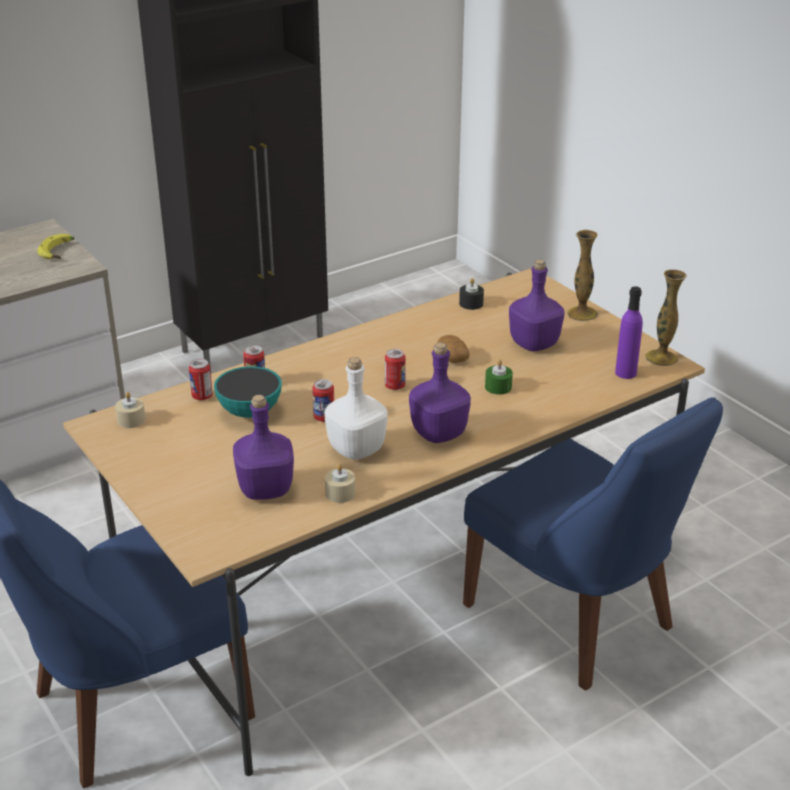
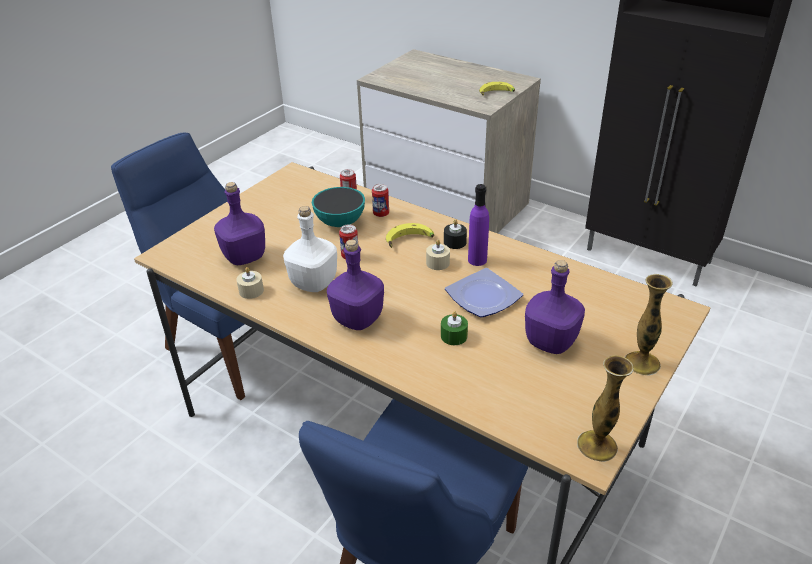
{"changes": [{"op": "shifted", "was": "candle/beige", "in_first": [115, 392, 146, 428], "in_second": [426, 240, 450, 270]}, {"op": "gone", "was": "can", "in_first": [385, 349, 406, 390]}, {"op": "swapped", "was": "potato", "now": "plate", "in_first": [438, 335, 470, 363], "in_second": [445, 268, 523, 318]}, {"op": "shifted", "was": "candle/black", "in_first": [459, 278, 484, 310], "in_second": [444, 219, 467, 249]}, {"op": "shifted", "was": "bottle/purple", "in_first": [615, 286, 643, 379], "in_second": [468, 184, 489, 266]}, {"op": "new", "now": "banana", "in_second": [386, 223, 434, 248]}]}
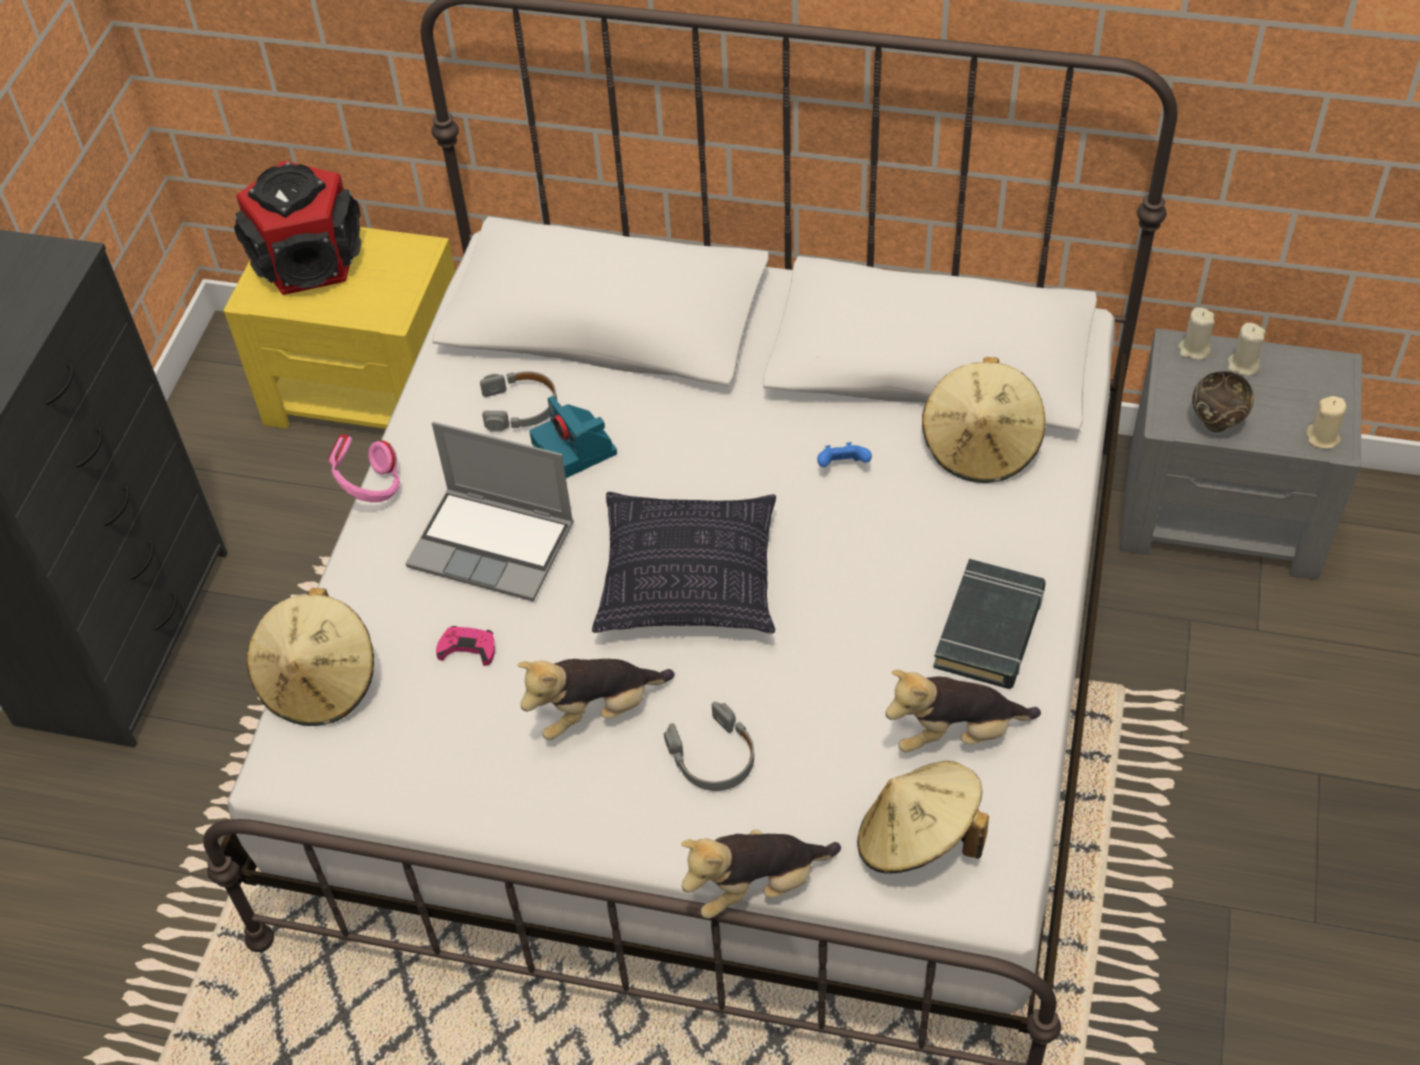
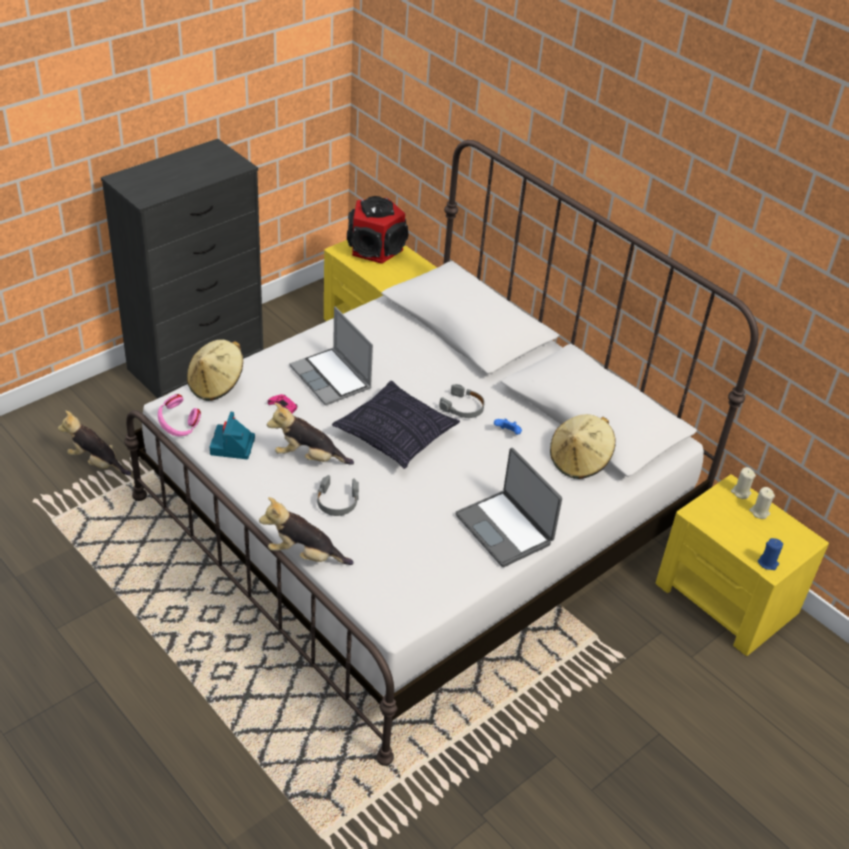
{"changes": [{"op": "shifted", "was": "headphones/pink", "in_first": [328, 434, 400, 502], "in_second": [158, 394, 201, 436]}, {"op": "shifted", "was": "headphones/grey", "in_first": [480, 371, 557, 432], "in_second": [439, 384, 485, 418]}, {"op": "shifted", "was": "photo camera", "in_first": [529, 396, 617, 478], "in_second": [210, 412, 255, 459]}, {"op": "gone", "was": "hat/beige", "in_first": [857, 761, 989, 874]}, {"op": "shifted", "was": "plush toy", "in_first": [885, 670, 1041, 752], "in_second": [58, 410, 131, 476]}, {"op": "swapped", "was": "book/black", "now": "laptop", "in_first": [933, 559, 1046, 689], "in_second": [455, 448, 562, 567]}, {"op": "repainted", "was": "nightstand/grey", "now": "nightstand/yellow", "in_first": [1119, 328, 1362, 580], "in_second": [655, 474, 829, 656]}, {"op": "gone", "was": "bowl/brown", "in_first": [1192, 371, 1254, 432]}, {"op": "repainted", "was": "candle/beige", "now": "candle/blue", "in_first": [1306, 396, 1346, 449], "in_second": [758, 538, 783, 570]}]}
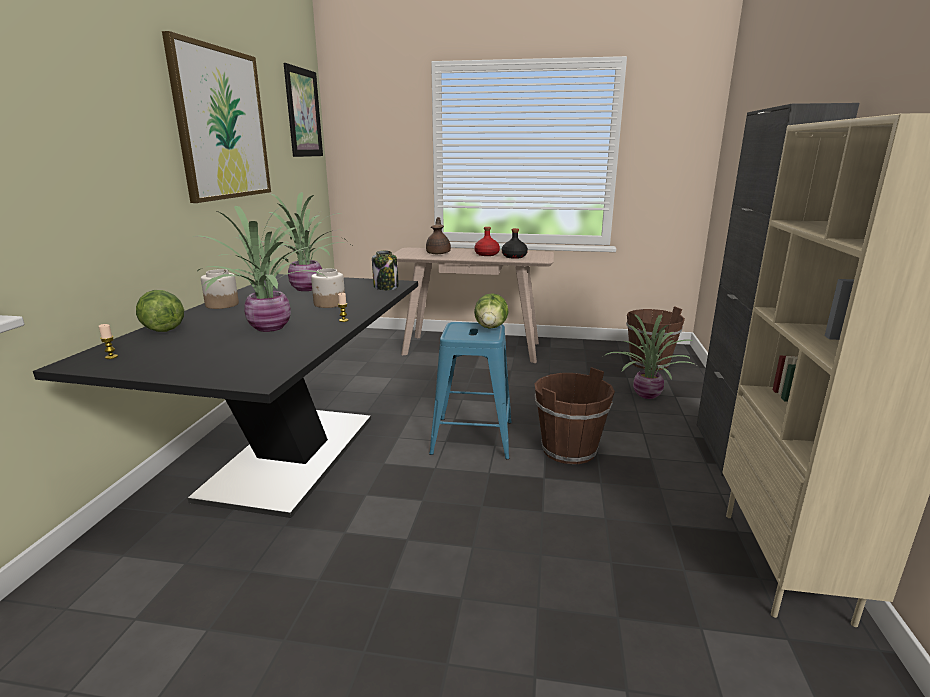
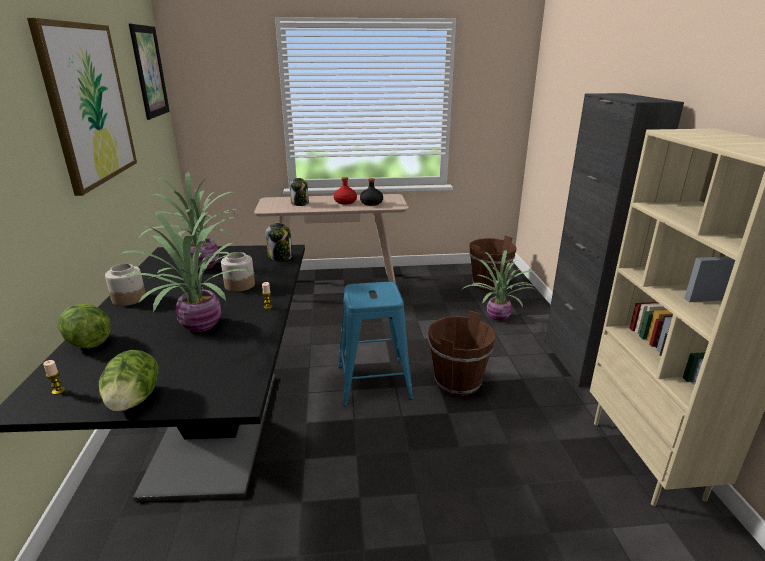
{"changes": [{"op": "swapped", "was": "teapot/brown", "now": "jar", "in_first": [426, 217, 451, 254], "in_second": [290, 178, 309, 206]}, {"op": "shifted", "was": "lettuce", "in_first": [474, 293, 509, 329], "in_second": [99, 350, 159, 412]}]}
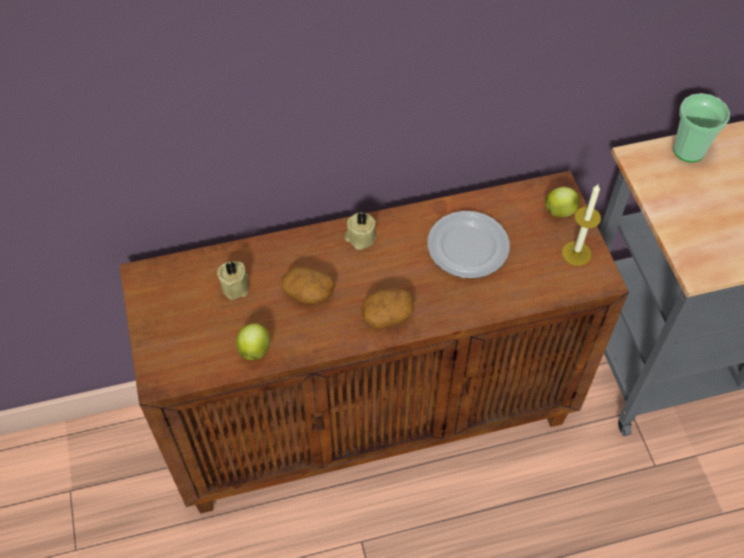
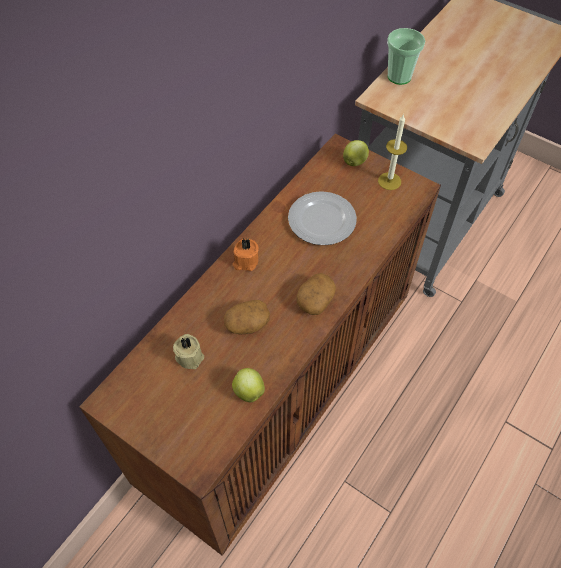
{"changes": [{"op": "repainted", "was": "candle/beige", "now": "candle/orange", "in_first": [345, 212, 377, 250], "in_second": [233, 239, 259, 271]}]}
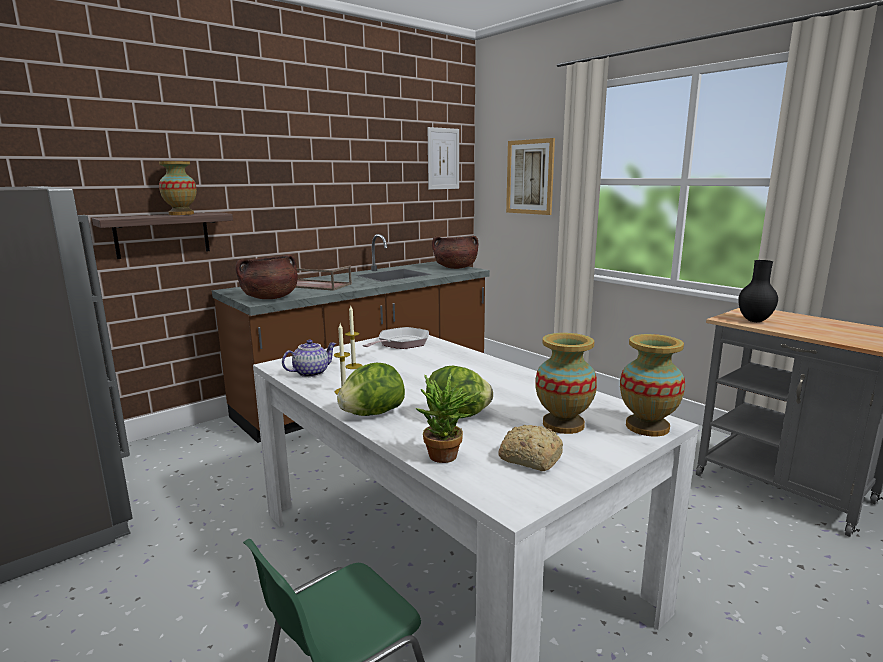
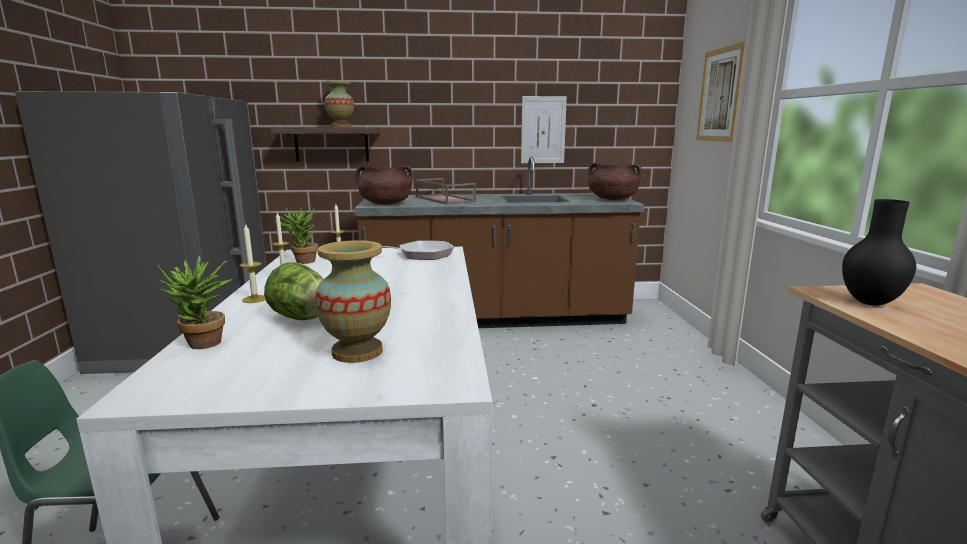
{"changes": [{"op": "swapped", "was": "teapot", "now": "potted plant", "in_first": [282, 340, 337, 377], "in_second": [275, 207, 318, 264]}, {"op": "swapped", "was": "lettuce", "now": "candle", "in_first": [337, 363, 405, 416], "in_second": [240, 223, 266, 303]}, {"op": "shifted", "was": "picture", "in_first": [428, 127, 459, 190], "in_second": [521, 96, 567, 163]}, {"op": "gone", "was": "bread", "in_first": [498, 425, 563, 471]}, {"op": "gone", "was": "vase", "in_first": [620, 334, 685, 437]}]}
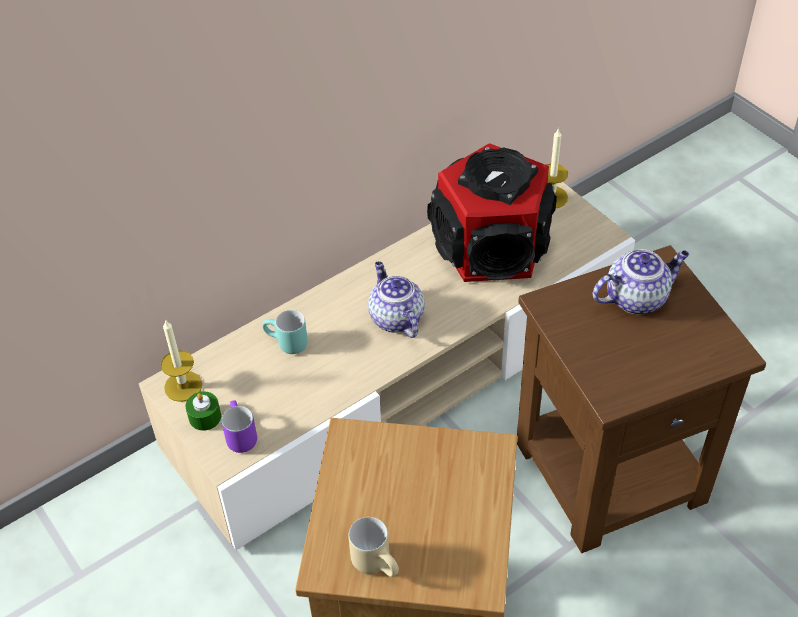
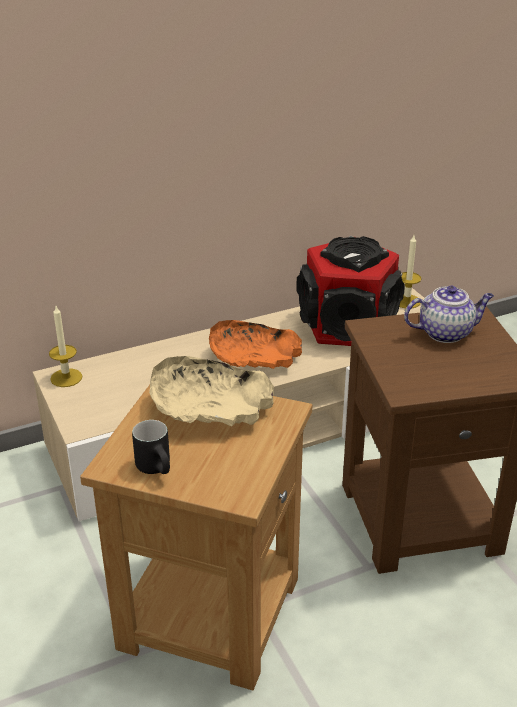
{"changes": [{"op": "gone", "was": "candle/green", "in_first": [185, 392, 221, 431]}, {"op": "gone", "was": "mug/purple", "in_first": [222, 400, 257, 453]}, {"op": "gone", "was": "mug/turquoise", "in_first": [262, 310, 308, 354]}, {"op": "repainted", "was": "mug/beige", "now": "mug/black", "in_first": [348, 517, 399, 577], "in_second": [132, 420, 170, 474]}, {"op": "swapped", "was": "teapot", "now": "bowl/orange", "in_first": [368, 261, 425, 338], "in_second": [209, 320, 302, 369]}, {"op": "new", "now": "bowl/beige", "in_second": [149, 356, 274, 426]}]}
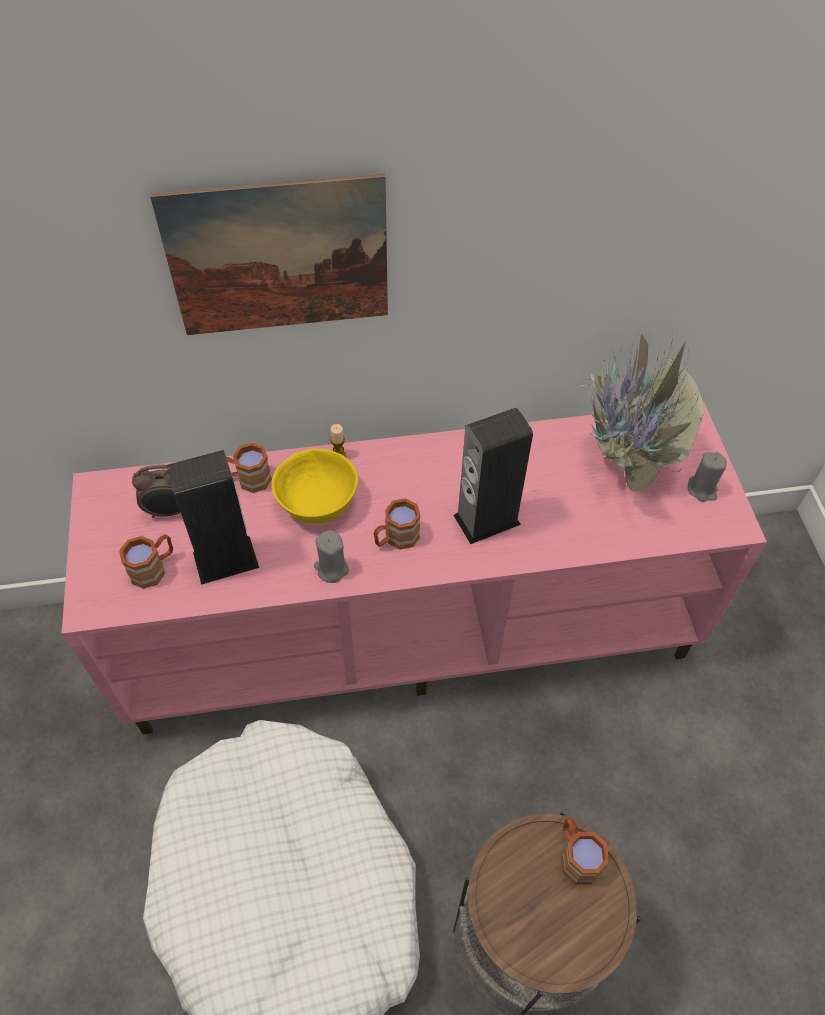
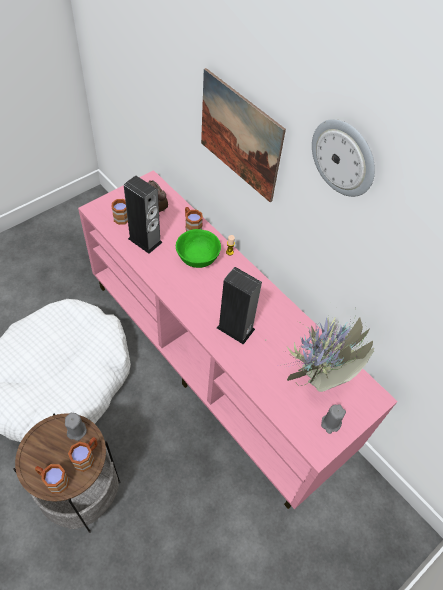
{"changes": [{"op": "repainted", "was": "bowl/yellow", "now": "bowl/green", "in_first": [272, 449, 358, 524], "in_second": [176, 229, 221, 268]}, {"op": "shifted", "was": "candle/grey", "in_first": [314, 530, 349, 583], "in_second": [65, 413, 87, 441]}, {"op": "shifted", "was": "mug/brown", "in_first": [374, 498, 421, 549], "in_second": [35, 464, 69, 494]}, {"op": "new", "now": "wall clock", "in_second": [312, 119, 375, 197]}]}
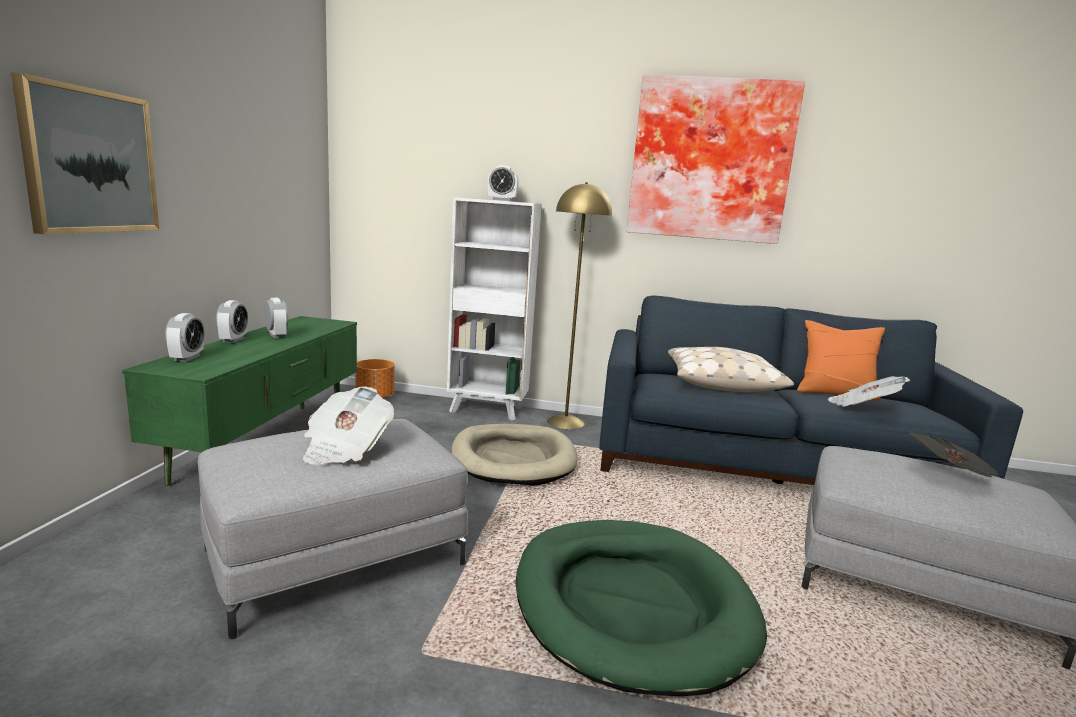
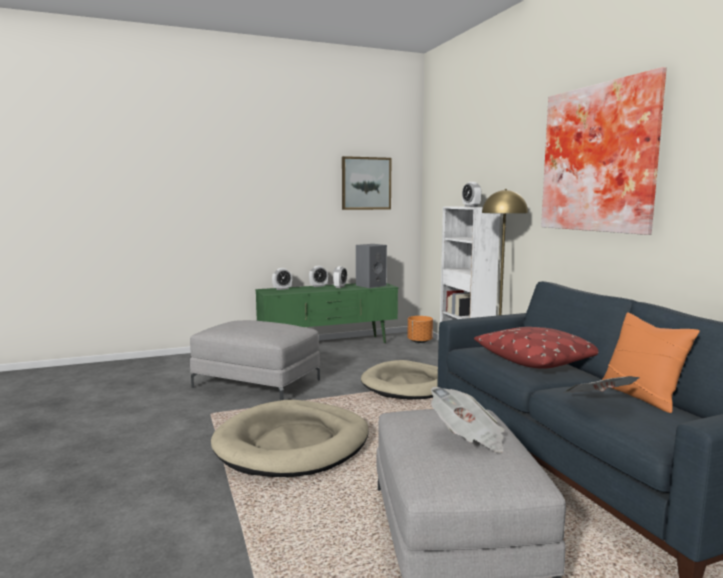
{"changes": [{"op": "shifted", "was": "picture", "in_first": [11, 72, 159, 234], "in_second": [342, 156, 391, 210]}, {"op": "gone", "was": "newspaper", "in_first": [303, 386, 394, 465]}, {"op": "repainted", "was": "dog bed/green", "now": "dog bed/beige", "in_first": [516, 520, 767, 696], "in_second": [211, 400, 369, 477]}, {"op": "repainted", "was": "pillow/beige", "now": "pillow/red", "in_first": [668, 347, 794, 392], "in_second": [474, 327, 599, 369]}, {"op": "new", "now": "speaker/grey", "in_second": [356, 244, 387, 288]}]}
